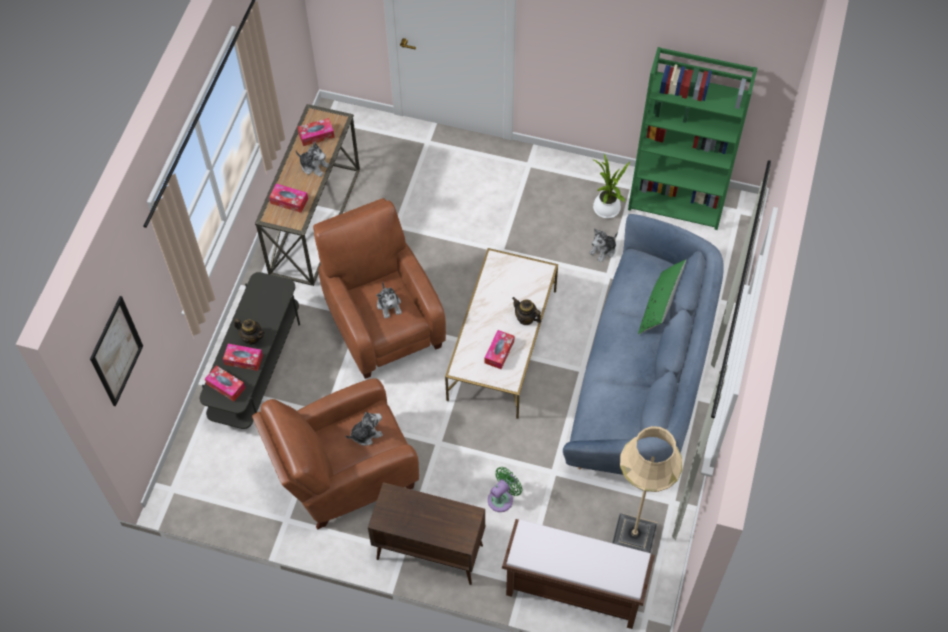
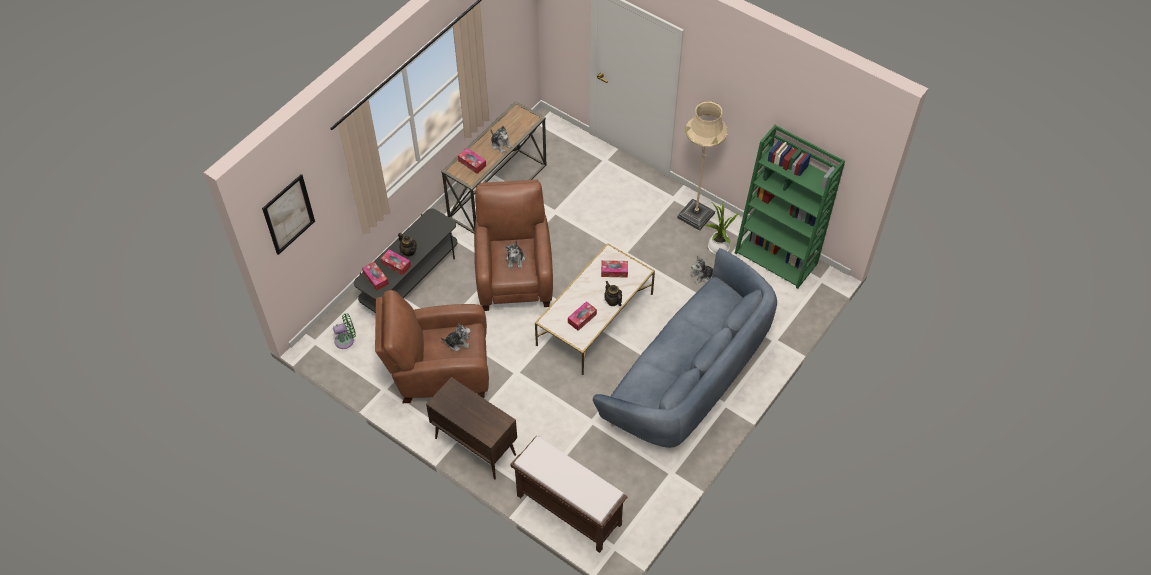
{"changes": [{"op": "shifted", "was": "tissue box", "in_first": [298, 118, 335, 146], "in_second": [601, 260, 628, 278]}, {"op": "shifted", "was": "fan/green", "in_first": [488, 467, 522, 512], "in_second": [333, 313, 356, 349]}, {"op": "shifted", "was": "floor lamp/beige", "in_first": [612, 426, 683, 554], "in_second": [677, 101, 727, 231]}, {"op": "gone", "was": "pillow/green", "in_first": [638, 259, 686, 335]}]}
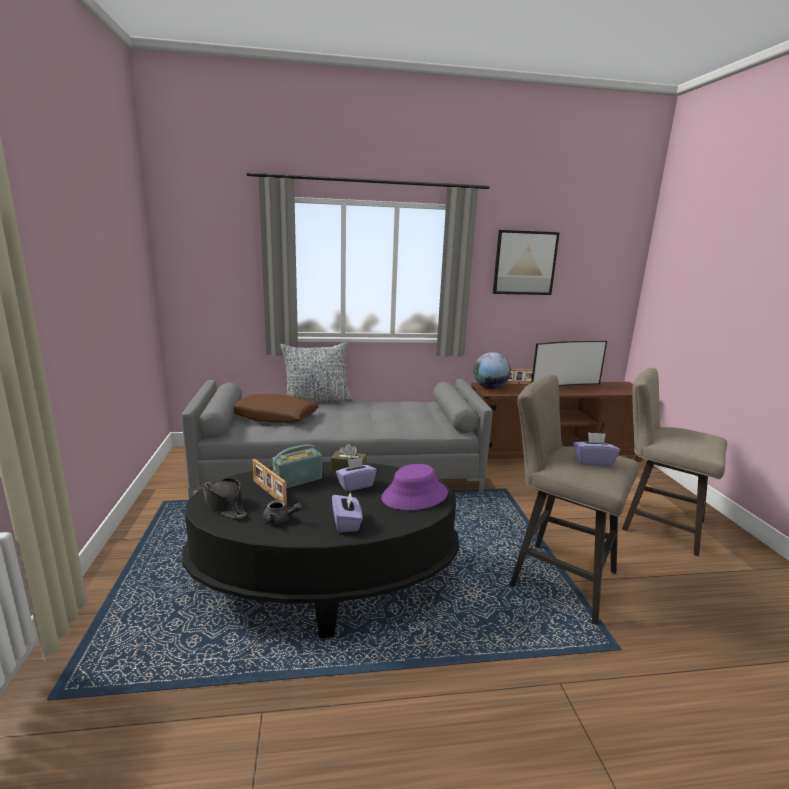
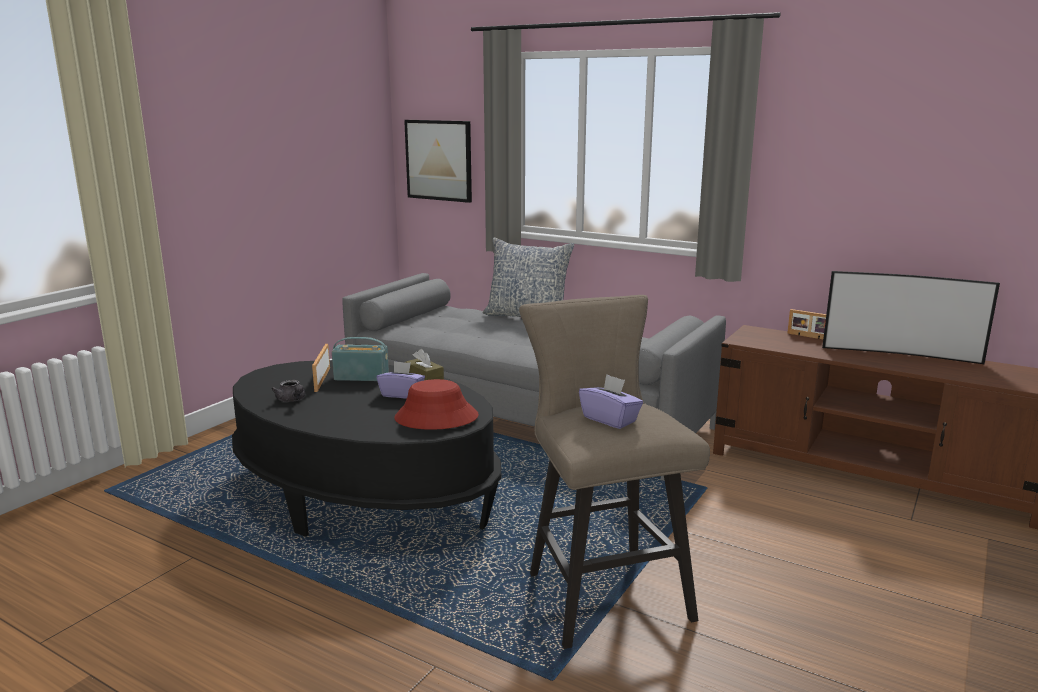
{"changes": [{"op": "gone", "was": "hat/black", "in_first": [202, 478, 247, 519]}, {"op": "gone", "was": "pillow/brown", "in_first": [234, 394, 319, 423]}, {"op": "gone", "was": "tissue box/purple", "in_first": [332, 491, 363, 533]}, {"op": "repainted", "was": "hat/purple", "now": "hat/red", "in_first": [381, 464, 448, 510], "in_second": [394, 379, 479, 430]}, {"op": "gone", "was": "globe", "in_first": [473, 352, 511, 389]}, {"op": "shifted", "was": "picture", "in_first": [493, 230, 560, 295], "in_second": [404, 120, 472, 203]}, {"op": "gone", "was": "stool/beige", "in_first": [622, 368, 727, 556]}]}
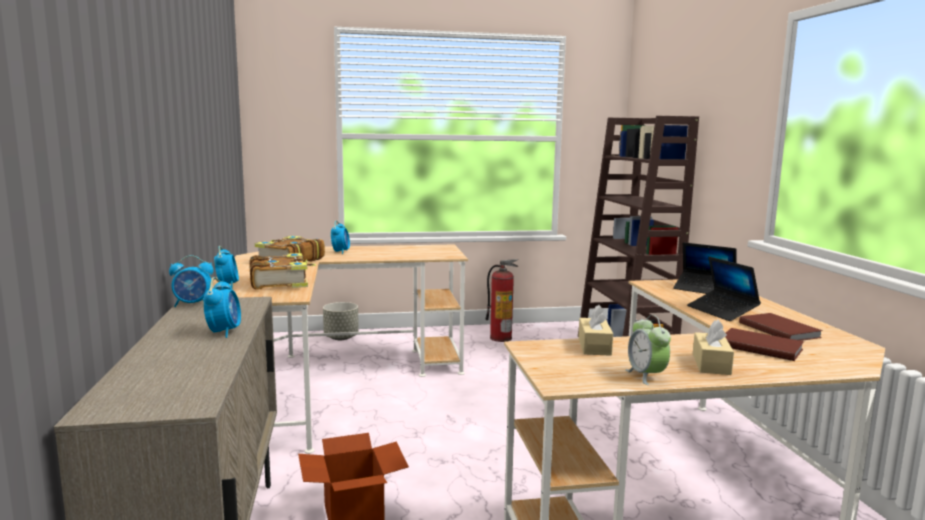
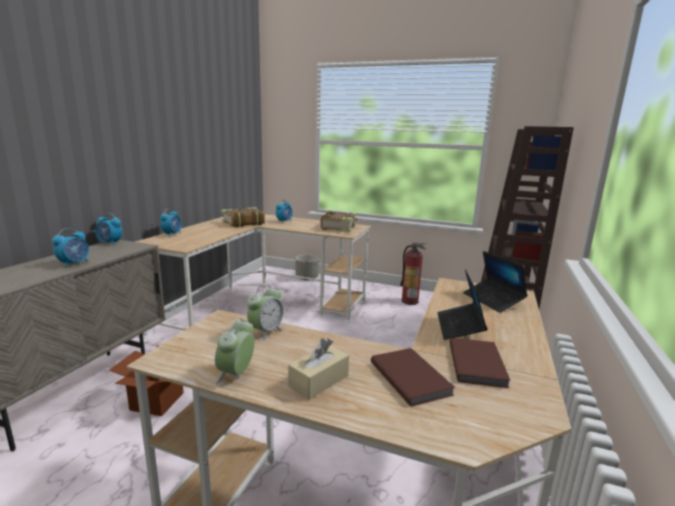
{"changes": [{"op": "shifted", "was": "book", "in_first": [249, 253, 316, 290], "in_second": [321, 211, 360, 232]}, {"op": "swapped", "was": "tissue box/beige", "now": "alarm clock", "in_first": [578, 305, 613, 356], "in_second": [247, 284, 284, 341]}]}
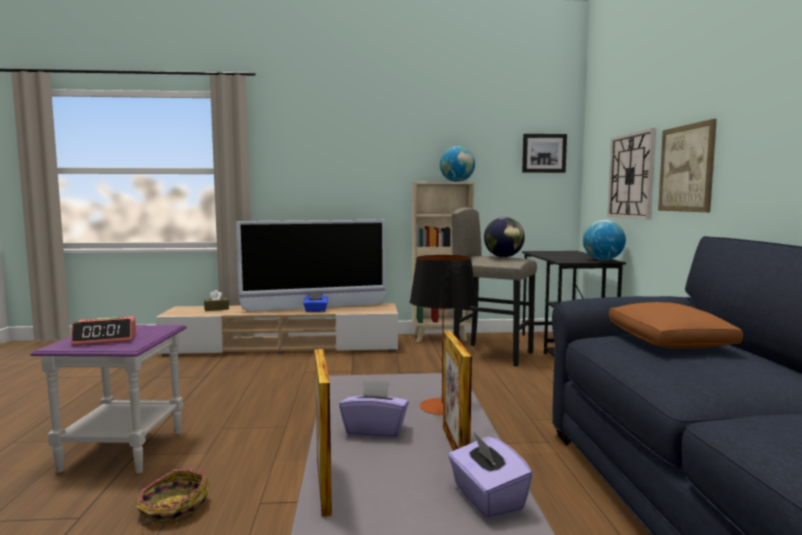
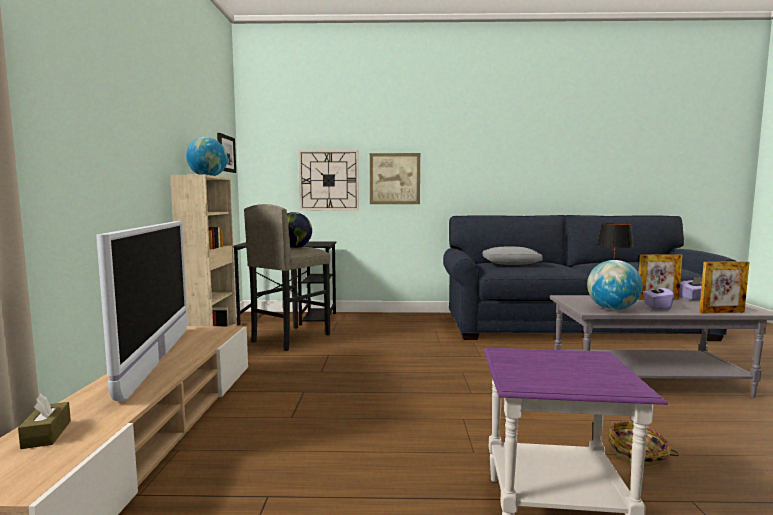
{"changes": [{"op": "gone", "was": "alarm clock", "in_first": [71, 316, 136, 346]}, {"op": "gone", "was": "tissue box/blue", "in_first": [303, 293, 328, 312]}, {"op": "shifted", "was": "globe", "in_first": [583, 220, 626, 260], "in_second": [587, 260, 643, 310]}, {"op": "repainted", "was": "pillow/brown", "now": "pillow/grey", "in_first": [609, 302, 743, 349], "in_second": [483, 246, 543, 265]}]}
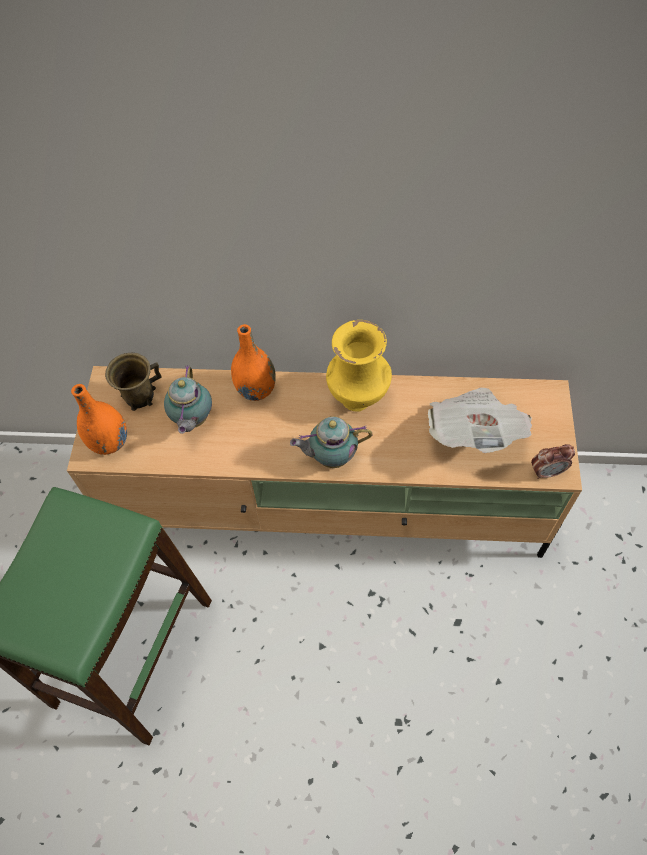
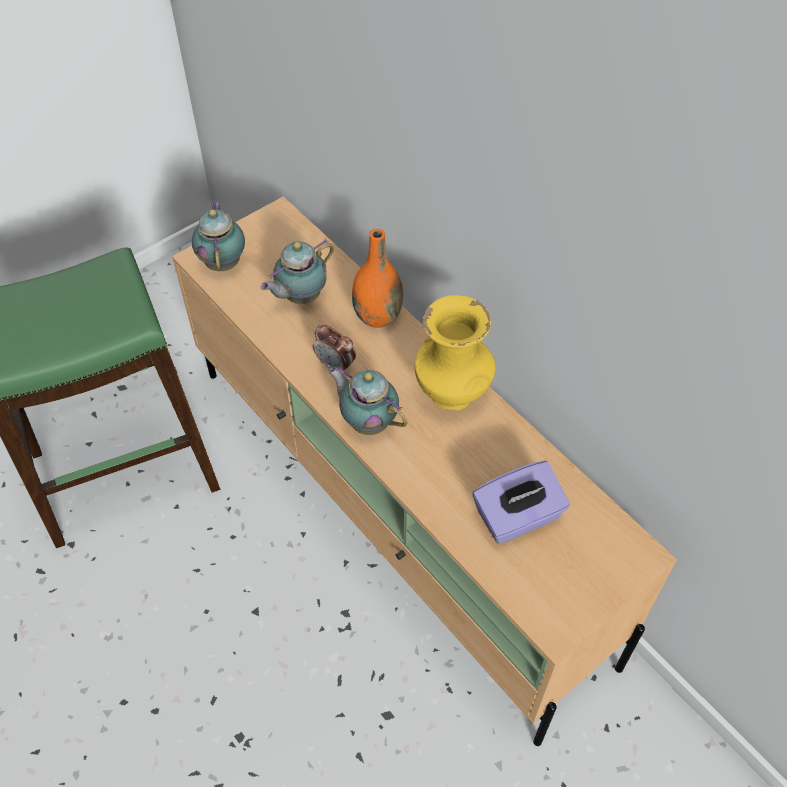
{"changes": [{"op": "swapped", "was": "vase/orange", "now": "teapot", "in_first": [71, 384, 127, 455], "in_second": [192, 200, 245, 271]}, {"op": "gone", "was": "mug/brown", "in_first": [105, 353, 162, 411]}, {"op": "swapped", "was": "newspaper", "now": "tissue box/purple", "in_first": [428, 388, 532, 453], "in_second": [473, 461, 570, 544]}, {"op": "shifted", "was": "alarm clock", "in_first": [531, 444, 575, 479], "in_second": [313, 325, 356, 374]}]}
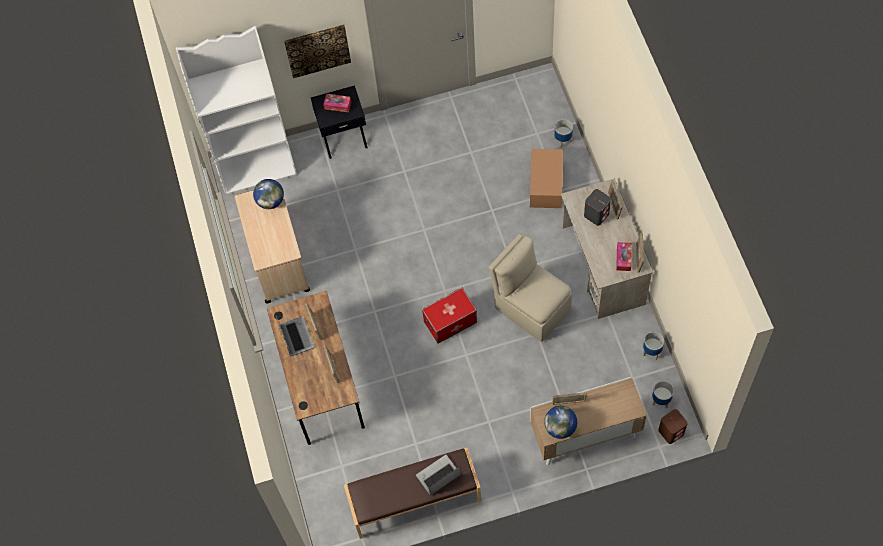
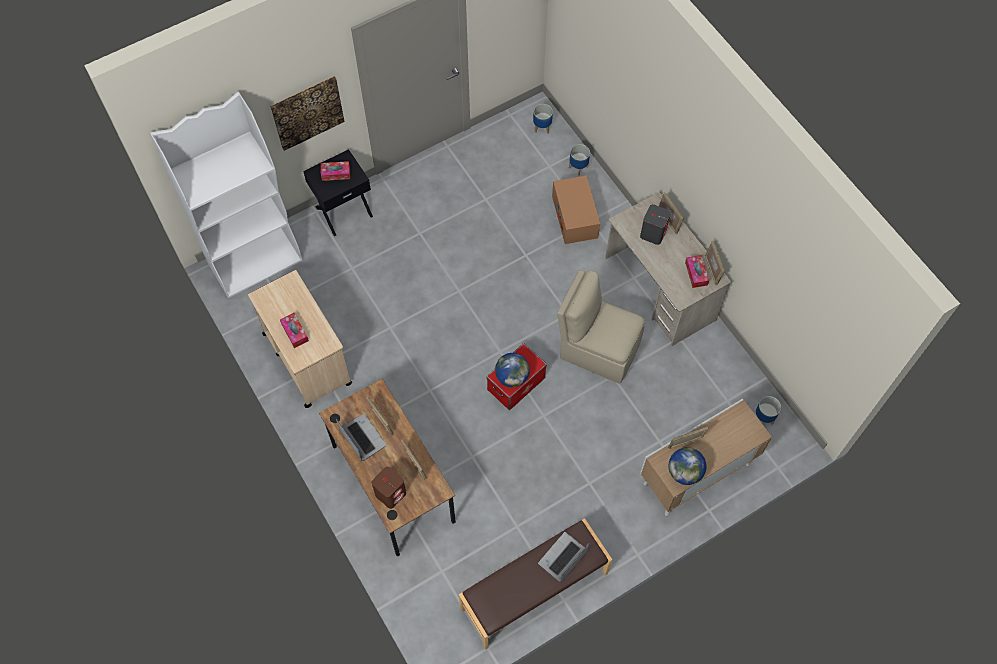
{"changes": [{"op": "shifted", "was": "globe", "in_first": [253, 179, 284, 209], "in_second": [495, 353, 530, 387]}, {"op": "shifted", "was": "planter", "in_first": [643, 332, 664, 360], "in_second": [533, 104, 553, 133]}, {"op": "shifted", "was": "speaker/brown", "in_first": [658, 409, 688, 444], "in_second": [372, 467, 406, 509]}, {"op": "new", "now": "tissue box", "in_second": [280, 313, 309, 348]}]}
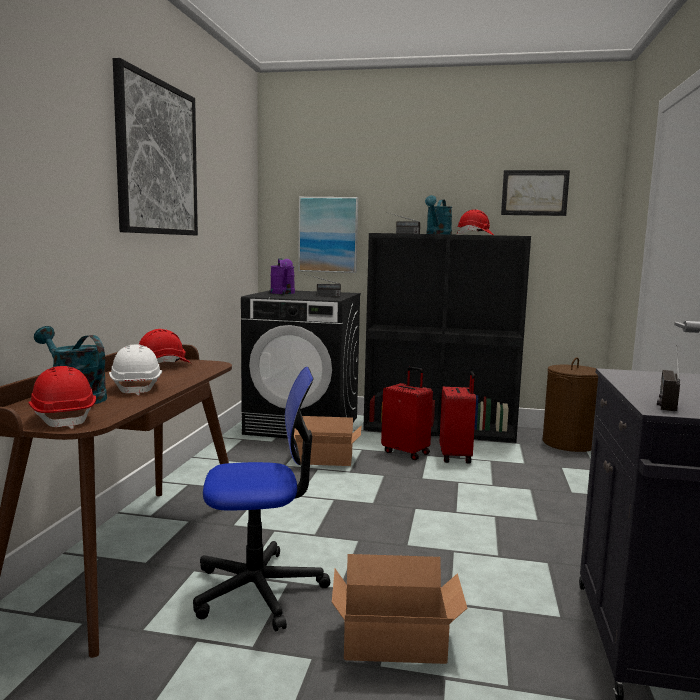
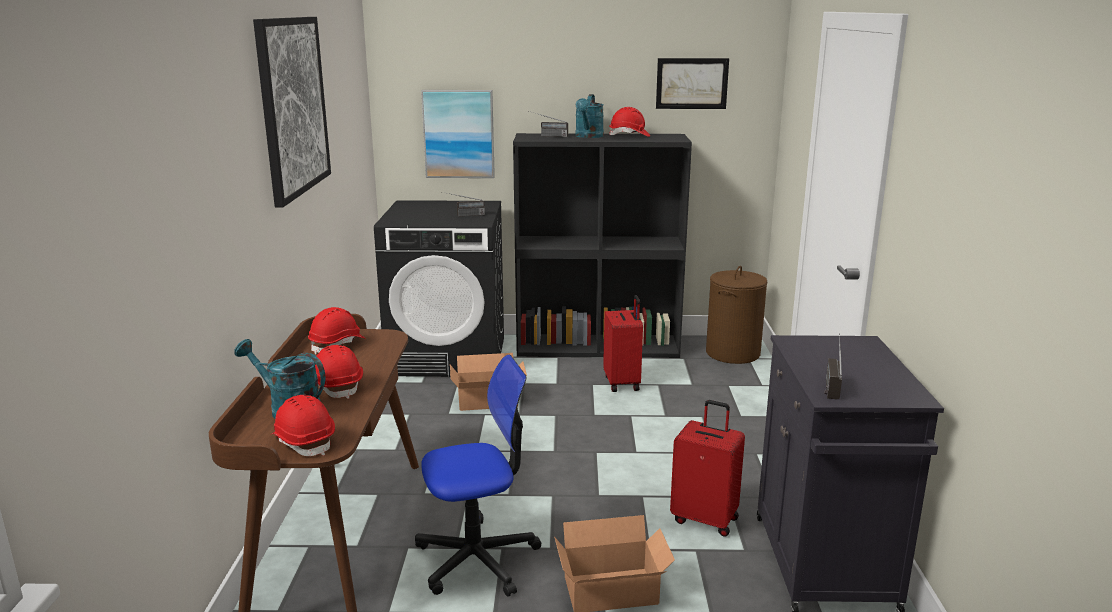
{"changes": [{"op": "repainted", "was": "hard hat/white", "now": "hard hat/red", "in_first": [109, 345, 162, 396], "in_second": [315, 345, 363, 399]}, {"op": "gone", "was": "watering can/purple", "in_first": [270, 258, 295, 294]}, {"op": "shifted", "was": "suitcase/red", "in_first": [381, 367, 433, 460], "in_second": [670, 400, 745, 537]}]}
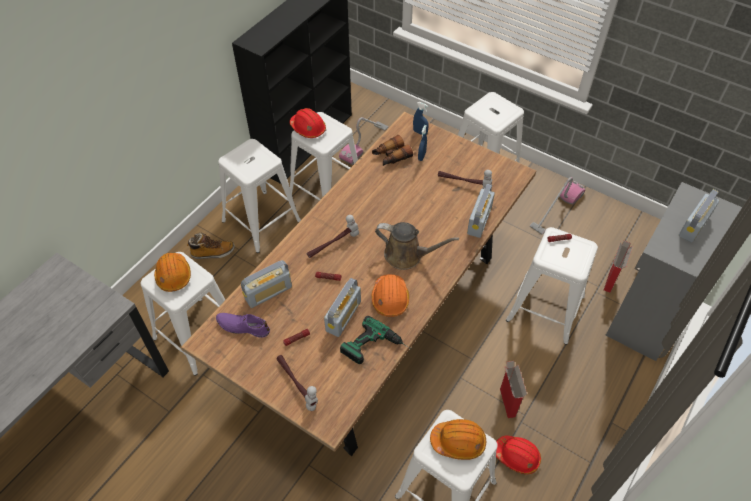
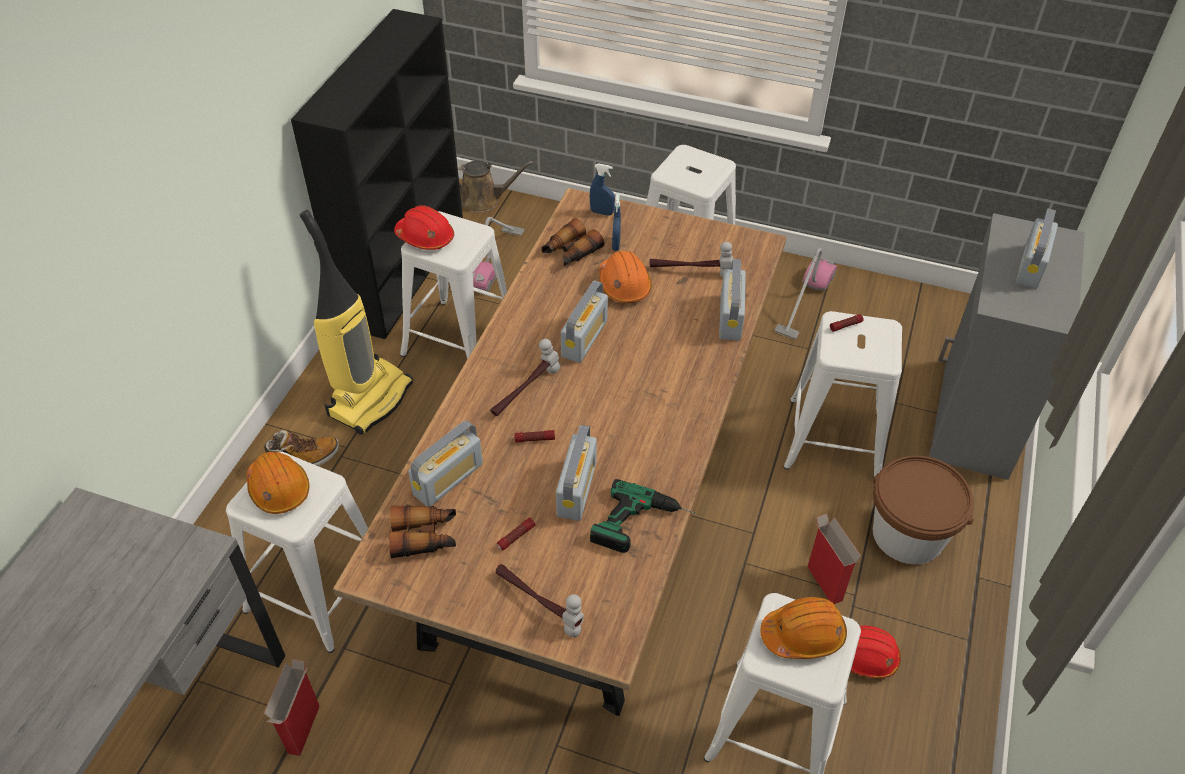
{"changes": [{"op": "swapped", "was": "shoe/purple", "now": "binoculars", "in_first": [216, 313, 270, 338], "in_second": [389, 505, 456, 558]}, {"op": "swapped", "was": "stool/white", "now": "vacuum cleaner", "in_first": [218, 139, 301, 253], "in_second": [300, 210, 413, 435]}, {"op": "shifted", "was": "hard hat/orange", "in_first": [372, 274, 409, 317], "in_second": [599, 251, 652, 303]}, {"op": "shifted", "was": "watering can/brown", "in_first": [375, 222, 459, 270], "in_second": [457, 160, 533, 213]}, {"op": "shifted", "was": "cardboard box", "in_first": [604, 241, 633, 293], "in_second": [264, 659, 320, 756]}, {"op": "new", "now": "radio", "in_second": [561, 280, 608, 363]}, {"op": "new", "now": "bucket/brown", "in_second": [873, 455, 974, 565]}]}
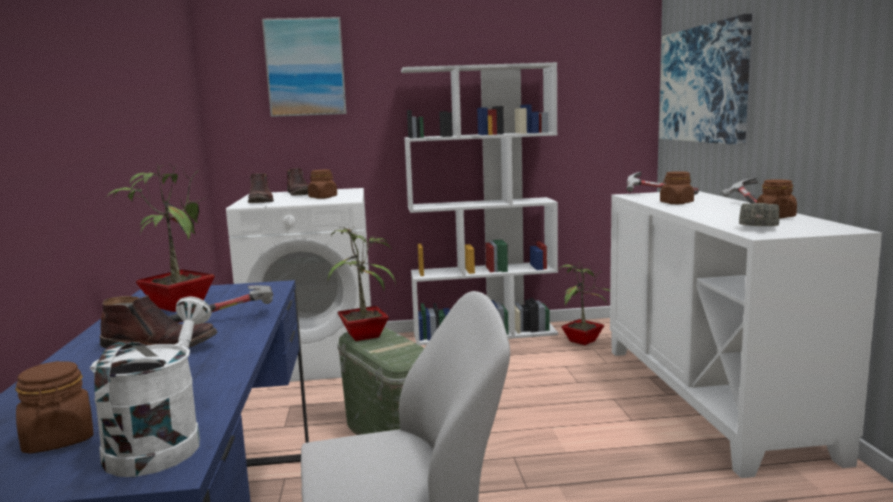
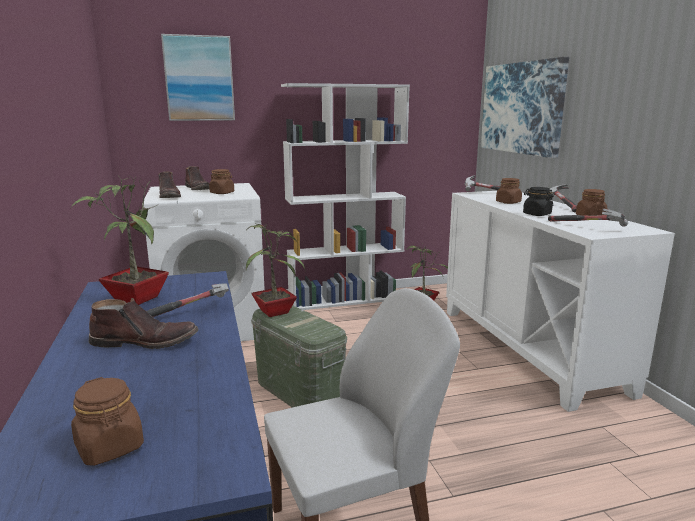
{"changes": [{"op": "gone", "was": "watering can/white", "in_first": [90, 296, 212, 477]}, {"op": "swapped", "was": "cap/grey", "now": "hammer", "in_first": [739, 203, 779, 226], "in_second": [548, 208, 628, 227]}, {"op": "new", "now": "jar/black", "in_second": [523, 187, 554, 216]}]}
